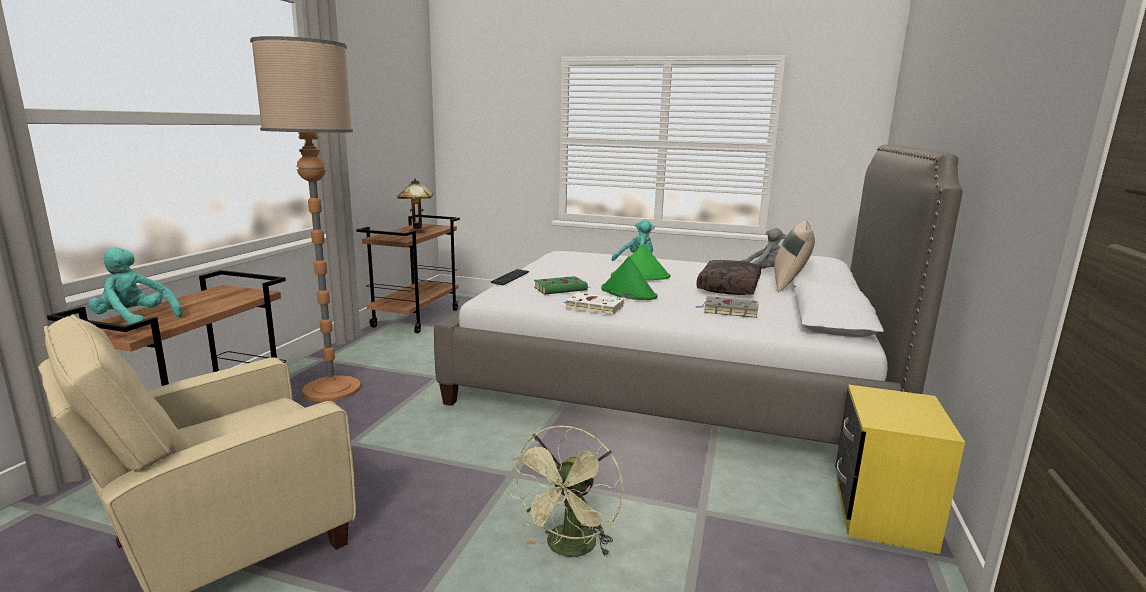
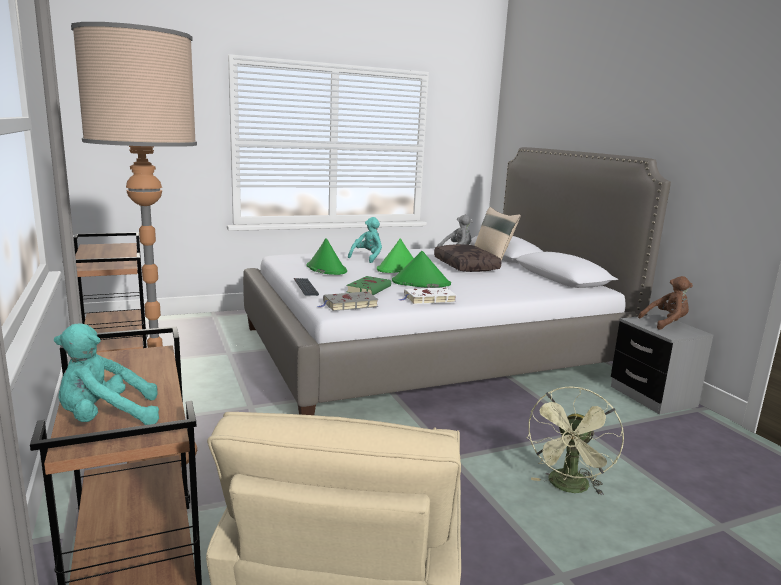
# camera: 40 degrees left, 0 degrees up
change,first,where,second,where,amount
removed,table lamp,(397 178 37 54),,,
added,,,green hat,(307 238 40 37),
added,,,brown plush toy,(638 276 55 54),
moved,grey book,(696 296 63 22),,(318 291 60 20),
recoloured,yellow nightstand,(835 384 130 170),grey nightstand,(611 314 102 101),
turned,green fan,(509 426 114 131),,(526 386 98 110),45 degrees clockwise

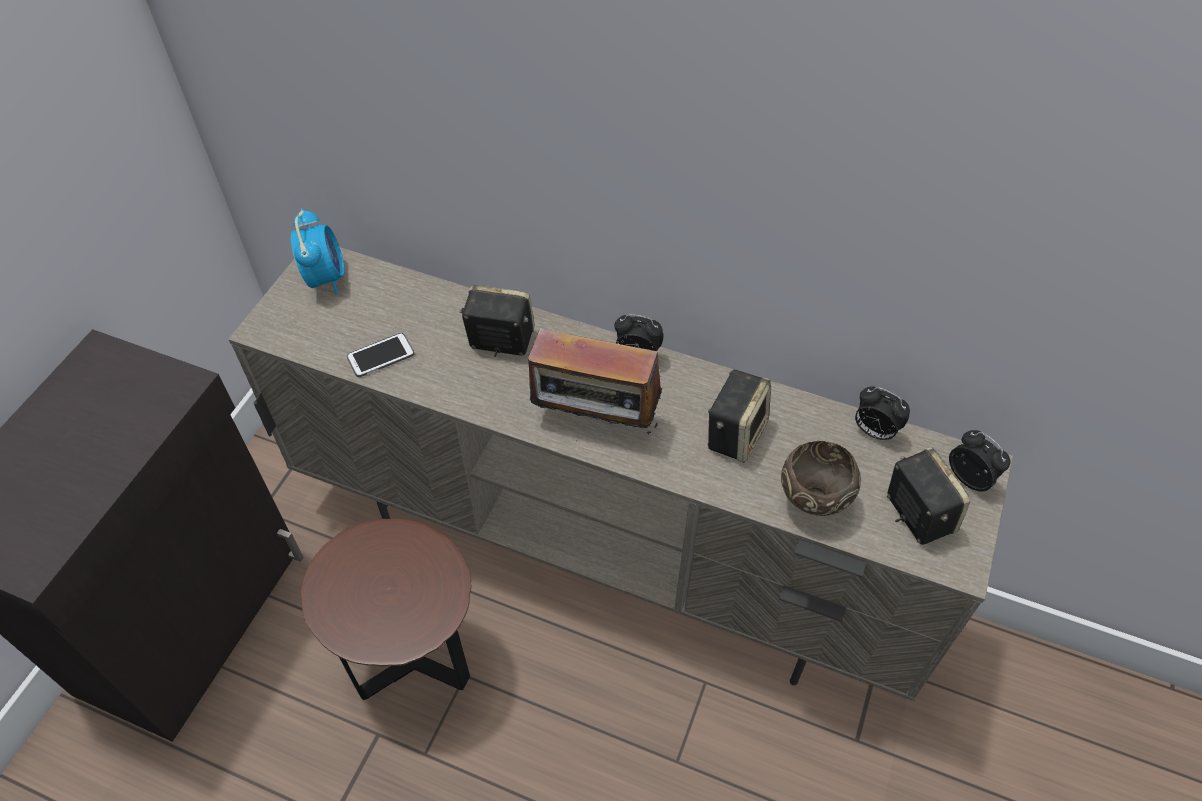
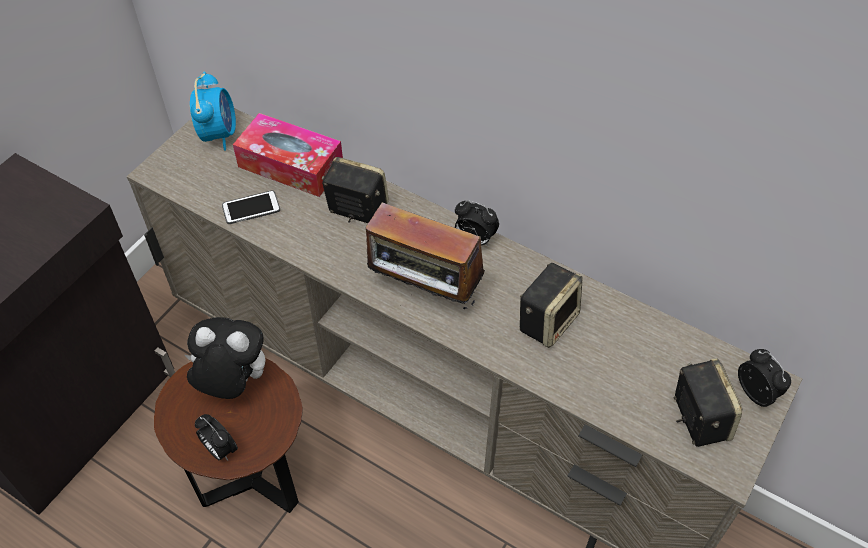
# camera: 10 degrees right, 0 degrees up
change,first,where,second,where,amount
removed,brown bowl,(781 441 80 75),,,
added,,,plush toy,(185 317 80 82),
added,,,tissue box,(233 113 110 84),
moved,alarm clock,(855 386 55 55),,(195 414 43 46),

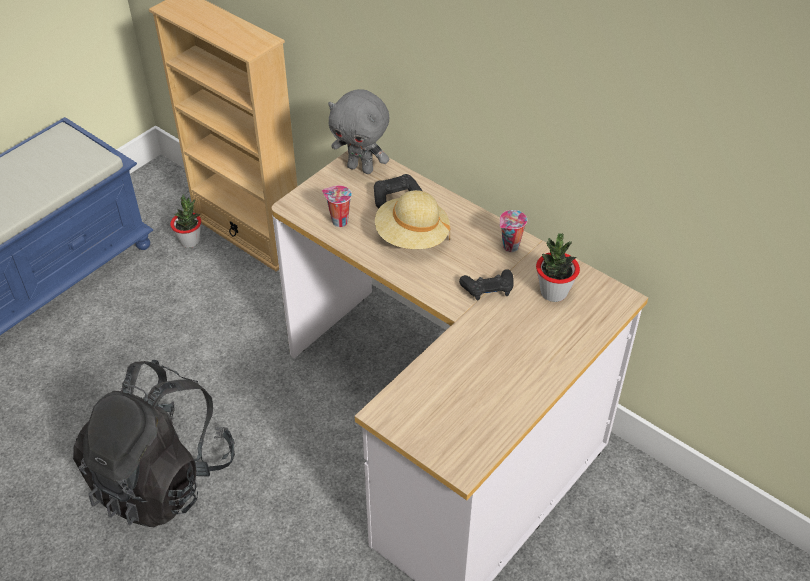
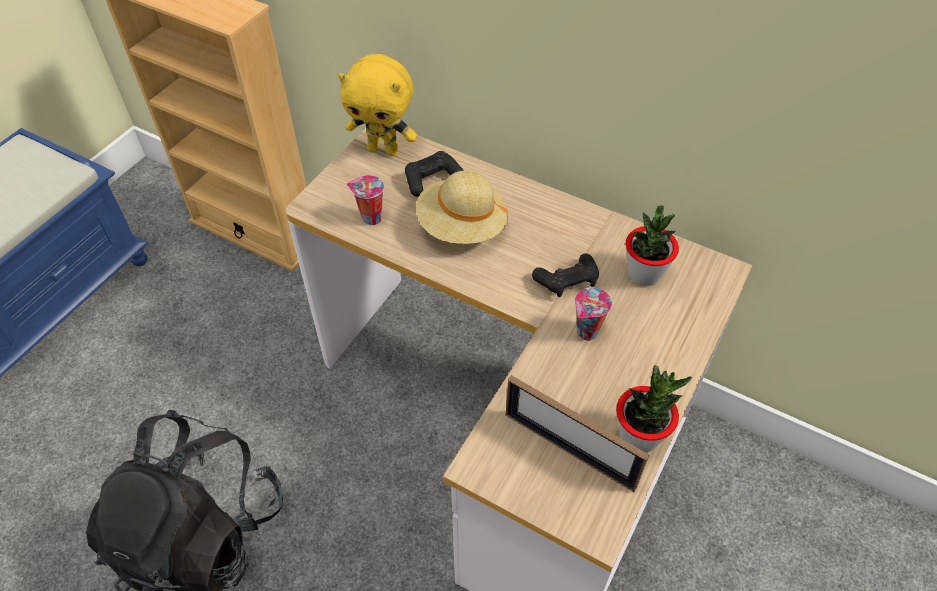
# camera: 10 degrees left, 5 degrees up
change,first,where,second,where,amount
added,,,picture frame,(506 375 143 117),
moved,potted plant,(170 195 31 53),,(616 365 76 88),
moved,cup,(500 210 27 42),,(575 287 37 54),
recoloured,grey plush toy,(328 89 61 85),yellow plush toy,(338 54 79 102),

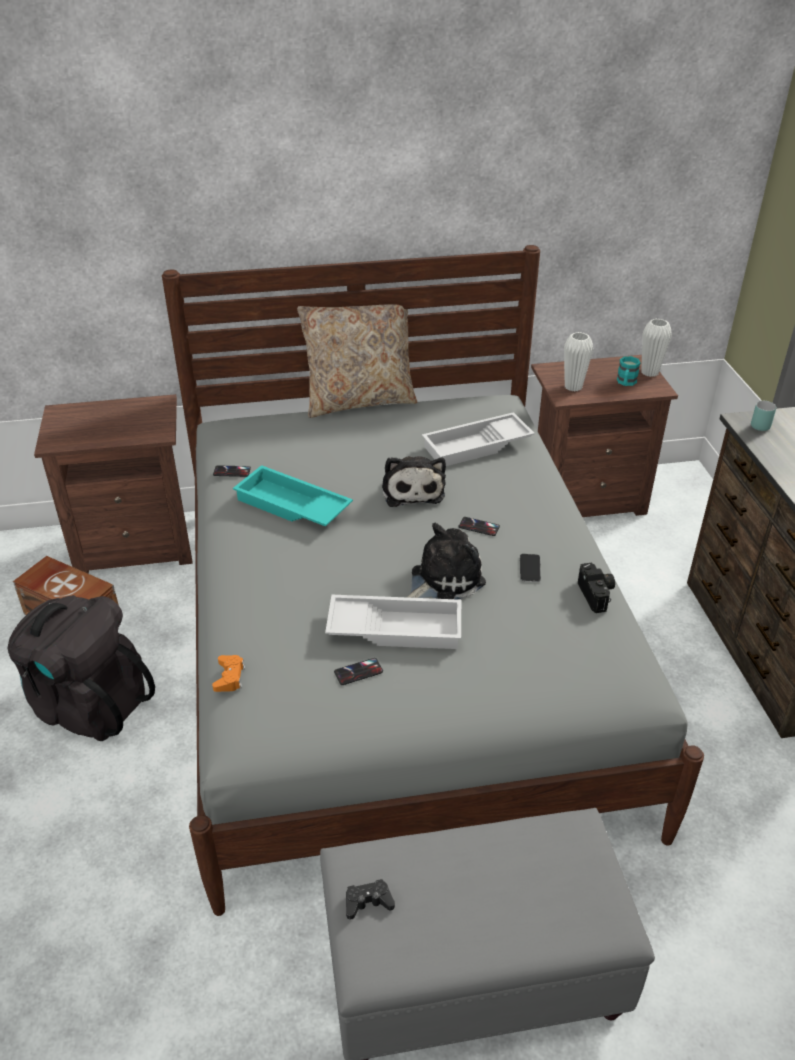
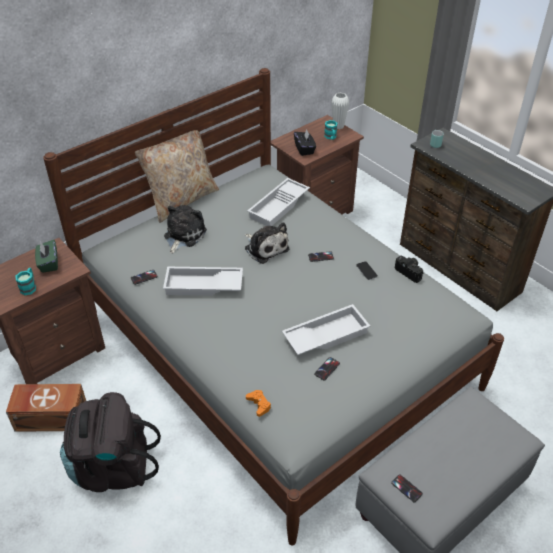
# camera: 30 degrees left, 5 degrees up
change,first,where,second,where,amount
added,,,turquoise mug,(16 268 20 27),
added,,,green tissue box,(35 240 23 33),
moved,plush toy,(407 523 79 77),,(164 205 43 49),
replaced,black game controller,(346 879 49 41),phone,(391 475 32 27),
replaced,white vase,(564 332 29 59),black tissue box,(294 129 22 27),
recoloured,turquoise tray,(233 465 120 62),white tray,(163 267 80 29),

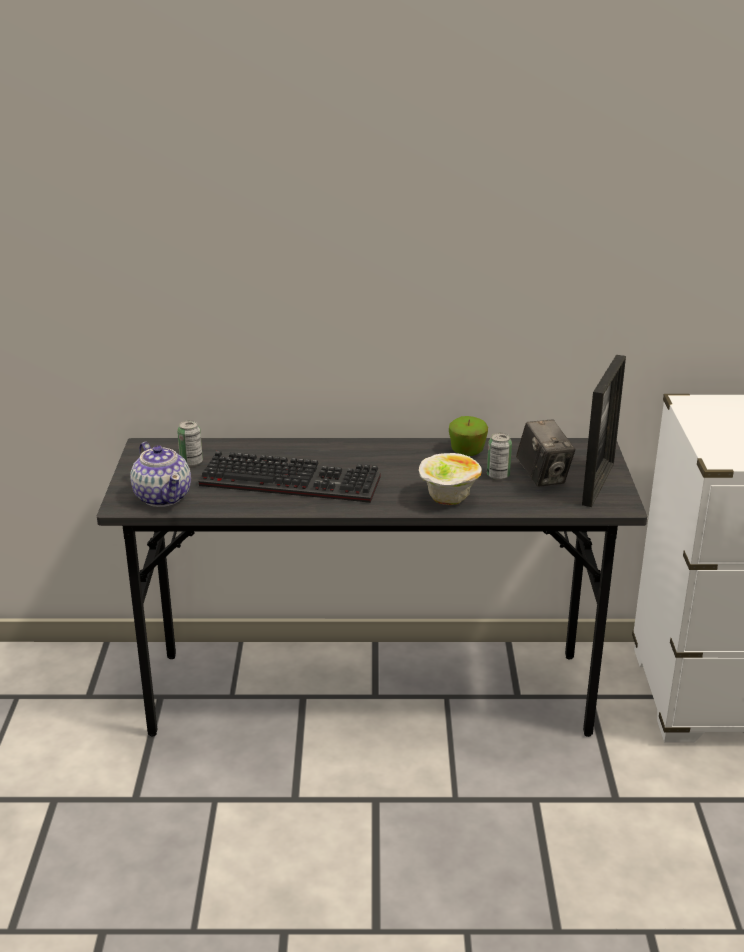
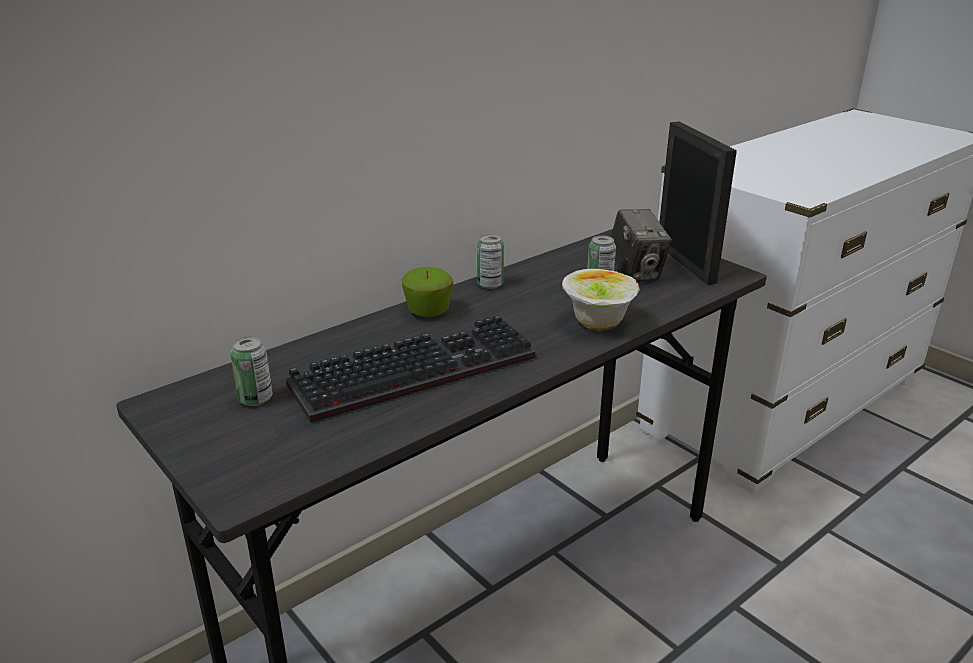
# camera: 40 degrees left, 0 degrees up
change,first,where,second,where,amount
removed,teapot,(130 442 61 65),,,
added,,,can,(477 234 27 55),
moved,apple,(449 416 39 40),,(402 267 51 50),
turned,photo camera,(516 419 59 68),,(611 209 61 73),45 degrees clockwise

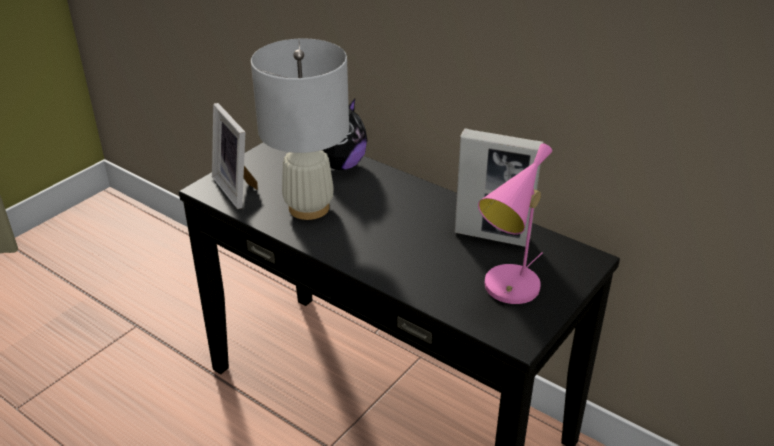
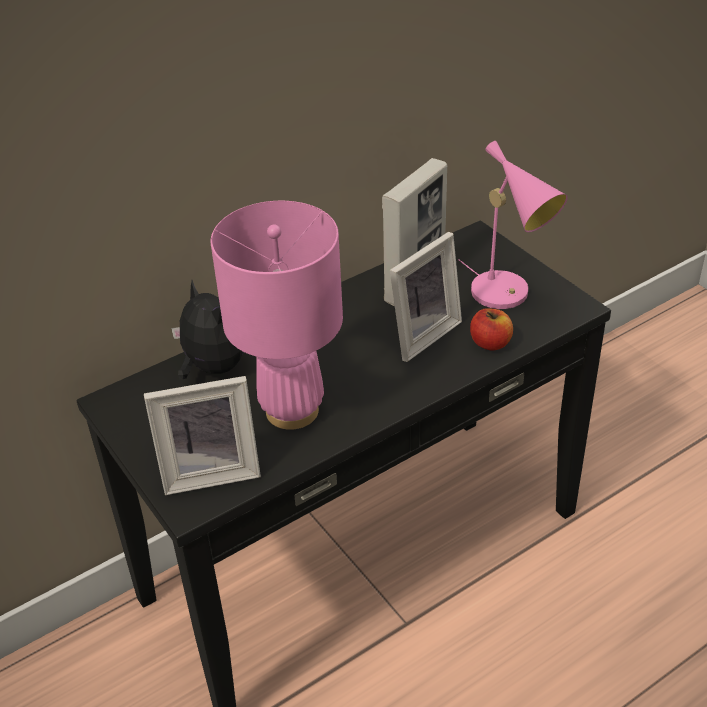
# camera: 70 degrees left, 5 degrees up
change,first,where,second,where,amount
added,,,picture frame,(390 232 72 130),
added,,,apple,(470 308 43 42),
recoloured,white table lamp,(251 39 98 181),pink table lamp,(210 201 133 229),

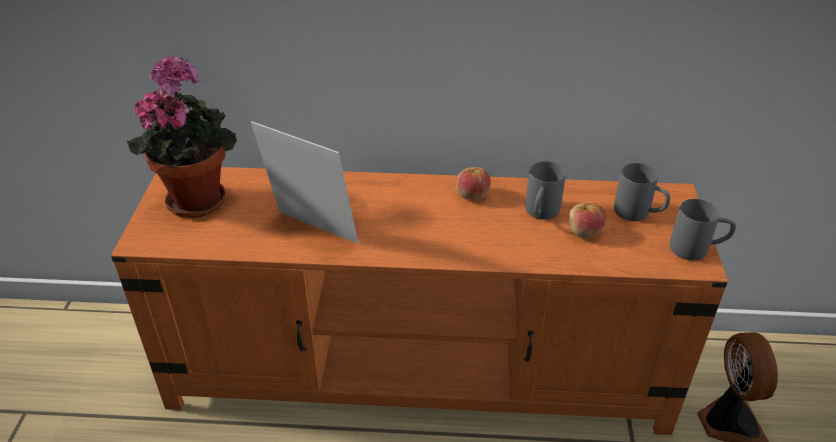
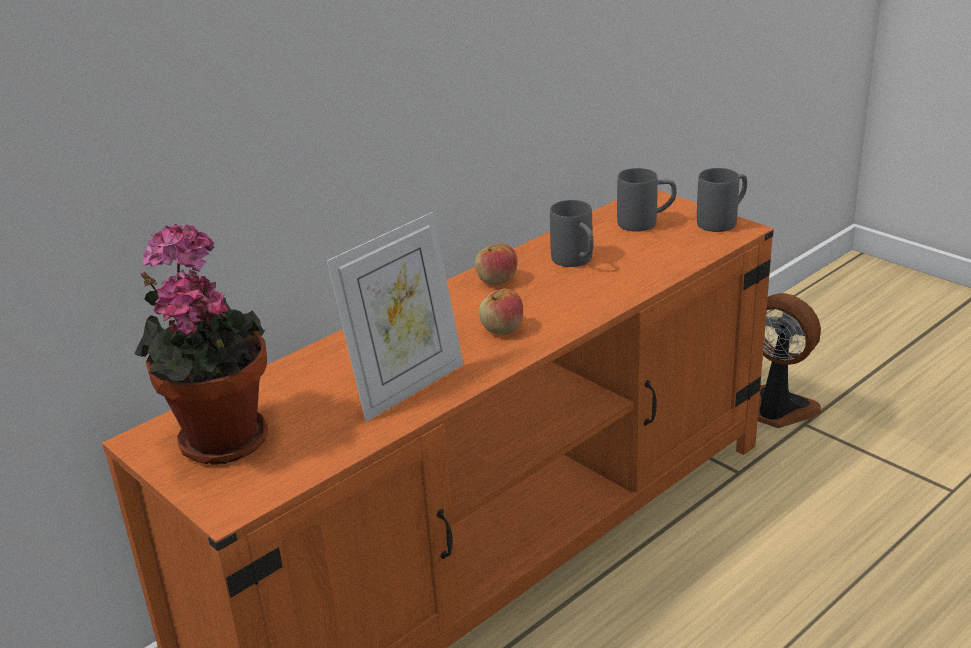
# camera: 45 degrees left, 10 degrees down
change,first,where,second,where,amount
moved,apple,(568 202 38 36),,(479 288 44 47),
turned,picture frame,(251 121 107 123),,(327 212 136 210),150 degrees clockwise

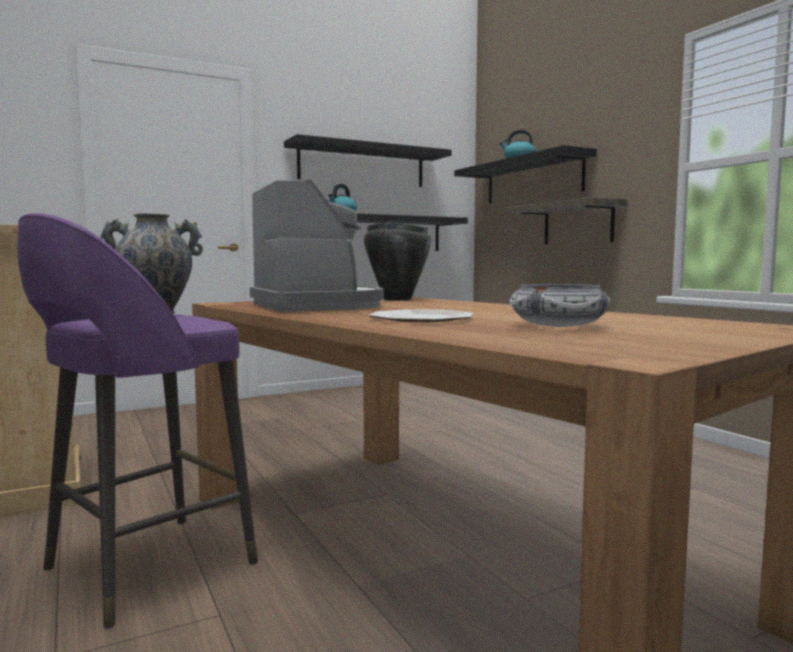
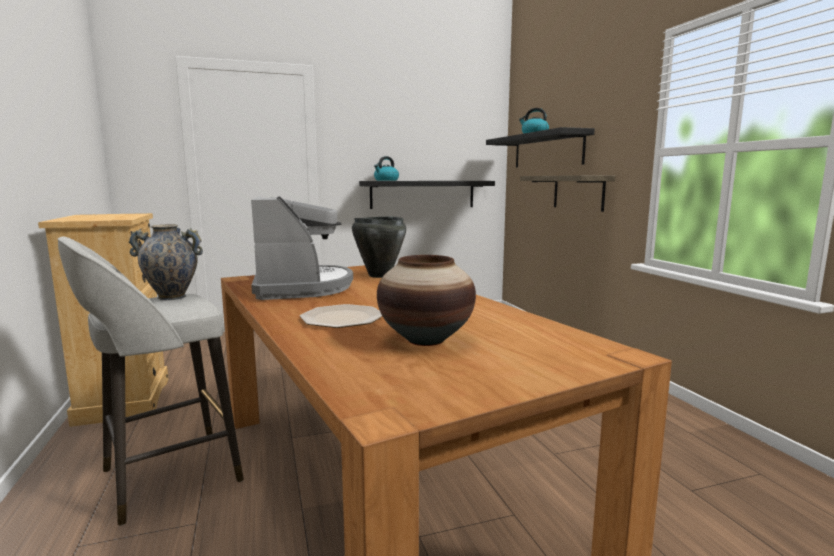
# camera: 10 degrees right, 5 degrees up
change,first,where,second,where,amount
removed,black shelf,(284 134 167 53),,,
replaced,bowl,(510 284 101 43),vase,(377 255 99 91),
recoloured,purple stool,(17 213 241 416),grey stool,(58 237 186 289),

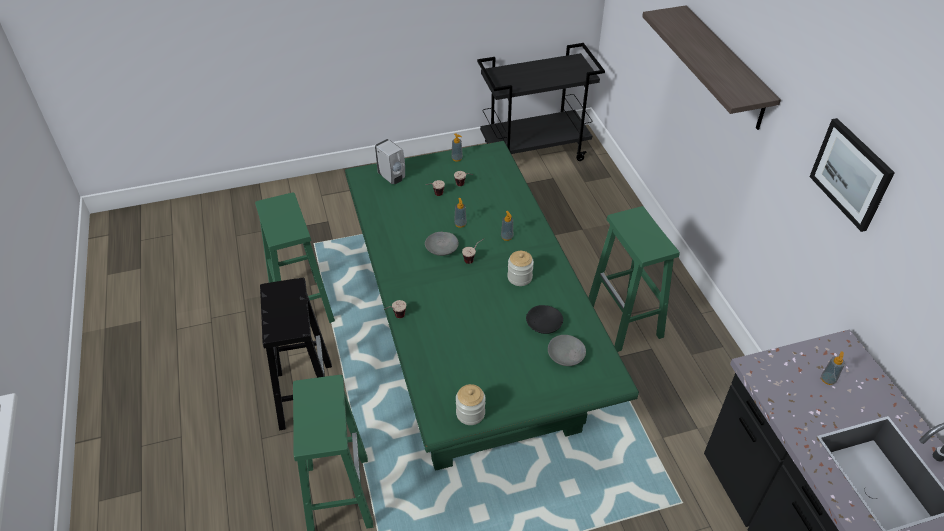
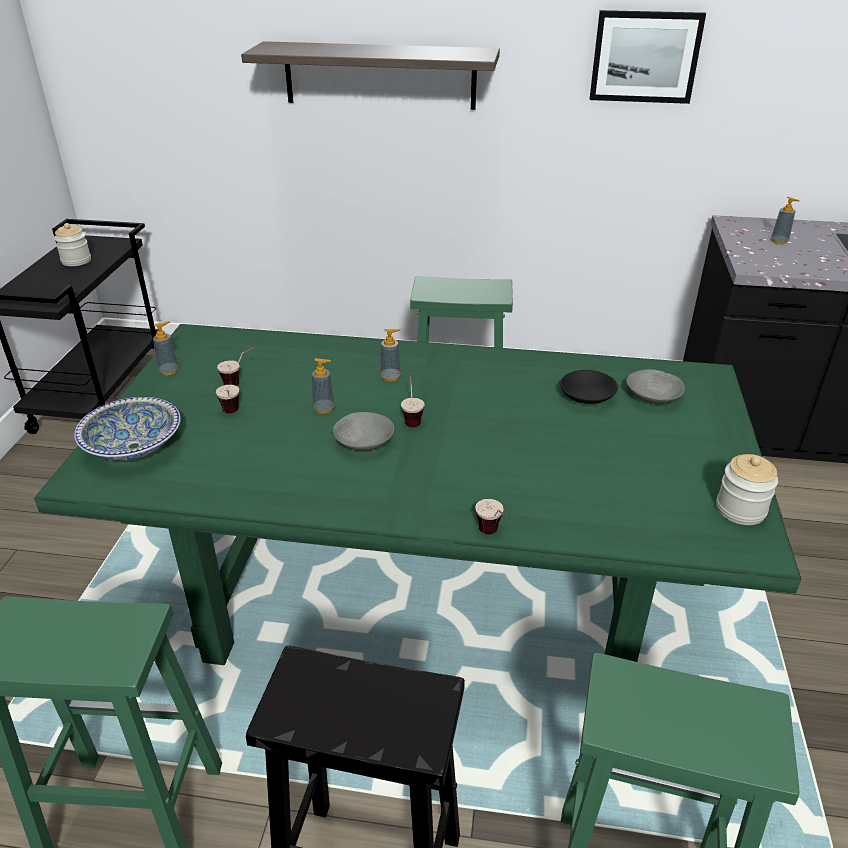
# camera: 65 degrees left, 10 degrees down
change,first,where,second,where,amount
moved,jar,(507 251 27 35),,(54 223 37 43),
replaced,white soap dispenser,(375 139 30 45),bowl,(74 397 107 64),

